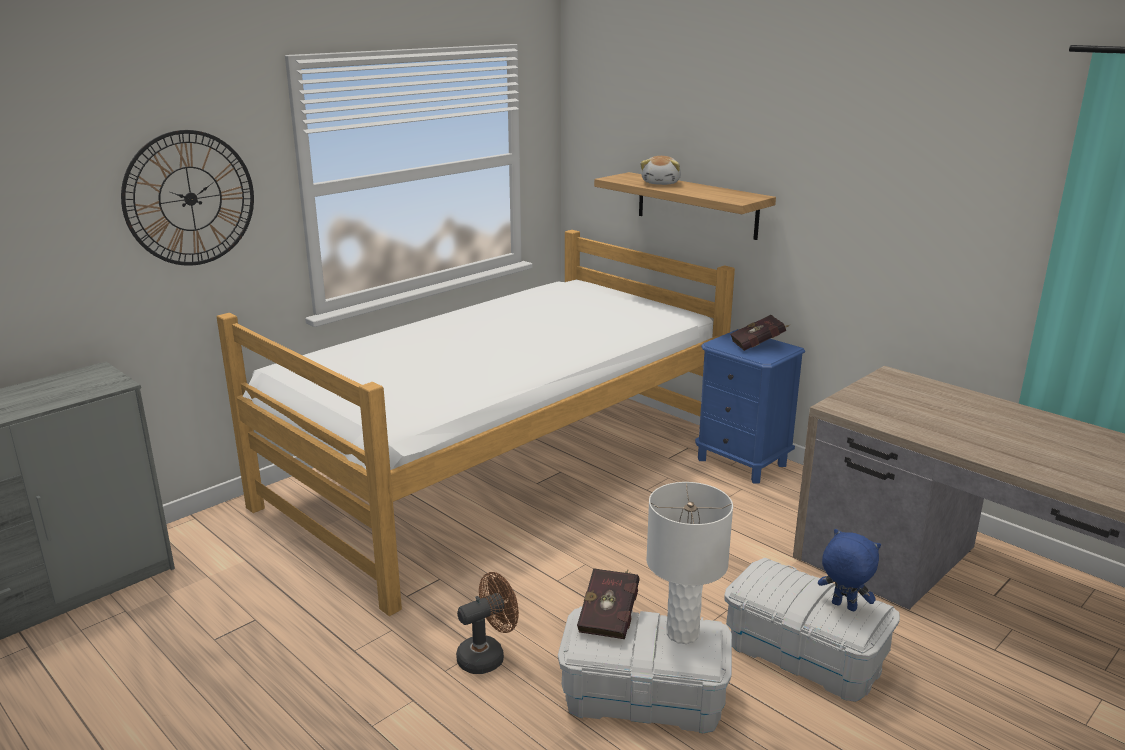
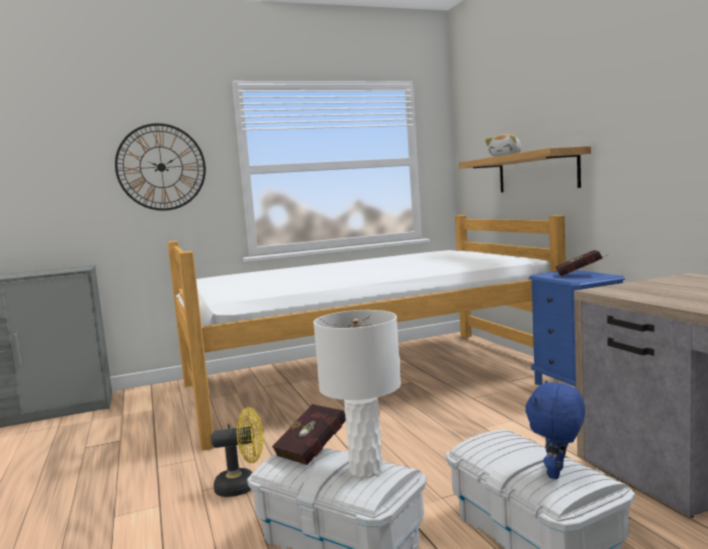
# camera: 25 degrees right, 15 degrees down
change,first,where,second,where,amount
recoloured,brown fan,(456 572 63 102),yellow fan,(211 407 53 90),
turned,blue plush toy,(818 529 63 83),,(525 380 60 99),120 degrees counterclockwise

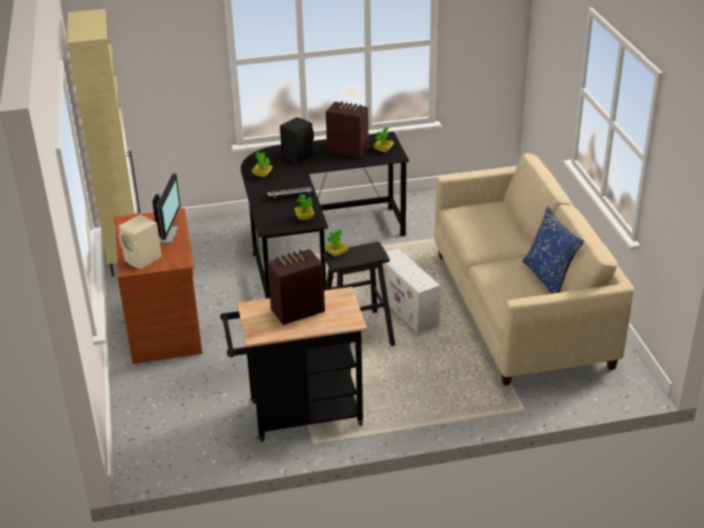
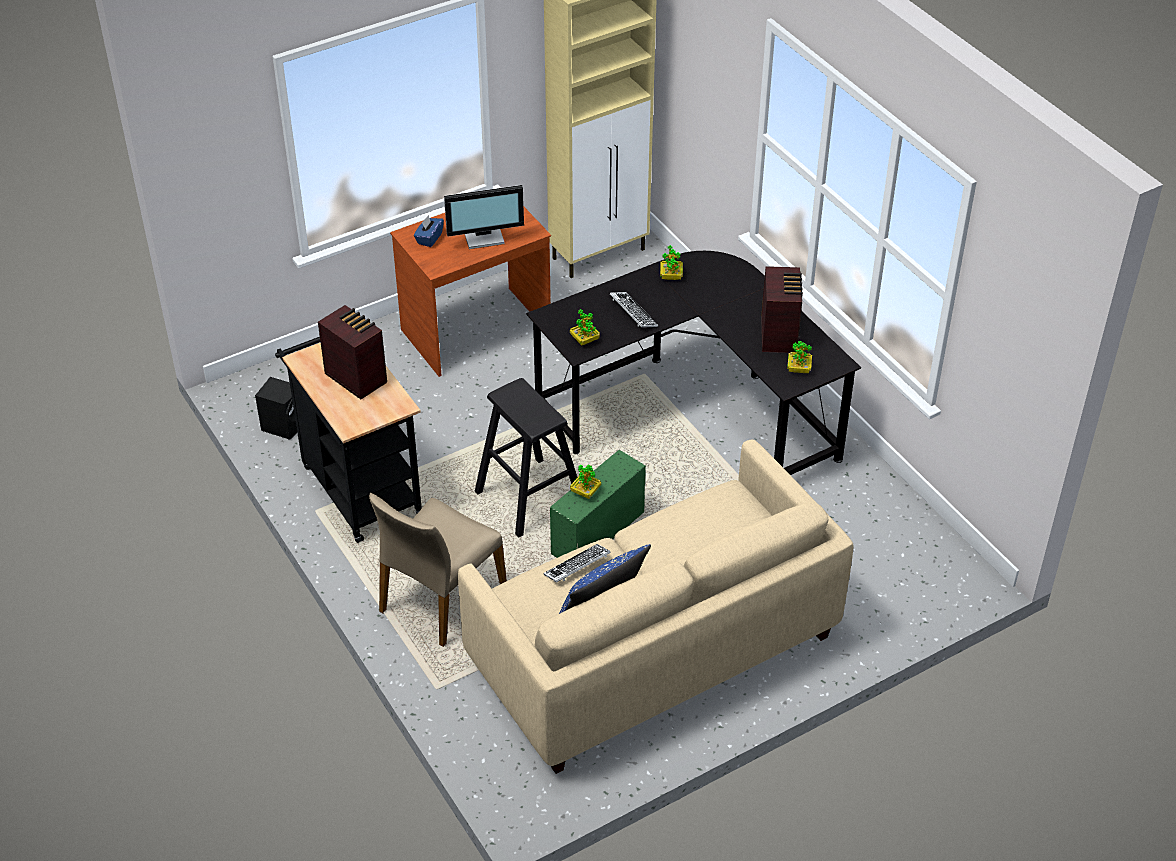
# camera: 70 degrees right, 10 degrees up
change,first,where,second,where,amount
added,,,beige chair,(369 493 138 154),
added,,,keyboard,(544 544 67 39),
moved,black speaker,(280 117 34 46),,(255 377 42 63),
moved,potted plant,(324 229 24 28),,(570 465 31 34),
replaced,beige speaker,(119 214 43 55),blue tissue box,(414 215 30 32),
recoloured,white storage box,(378 248 62 86),green storage box,(550 450 96 108),

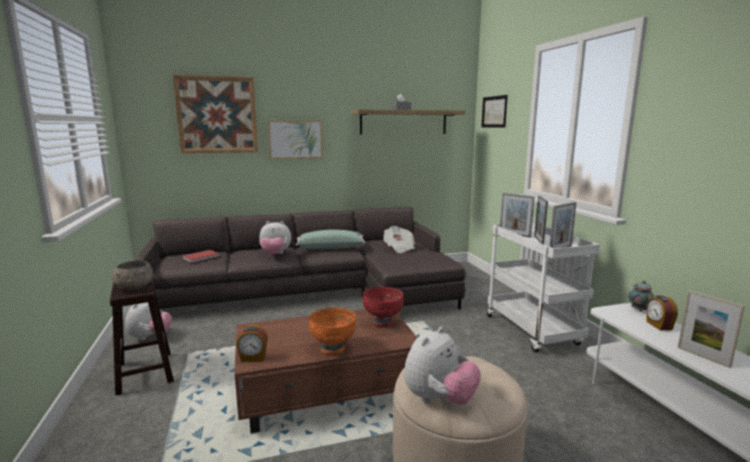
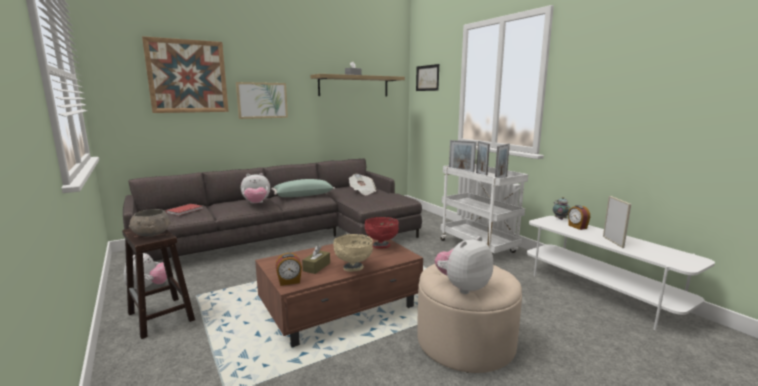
# camera: 15 degrees left, 0 degrees up
change,first,where,second,where,amount
added,,,brown tissue box,(302 245 28 29),
recoloured,orange bowl,(309 307 47 47),beige bowl,(333 234 40 38),
turned,plush toy,(404 327 77 78),,(435 236 58 58),150 degrees counterclockwise
turned,picture frame,(678 290 67 78),,(603 196 28 52),135 degrees counterclockwise

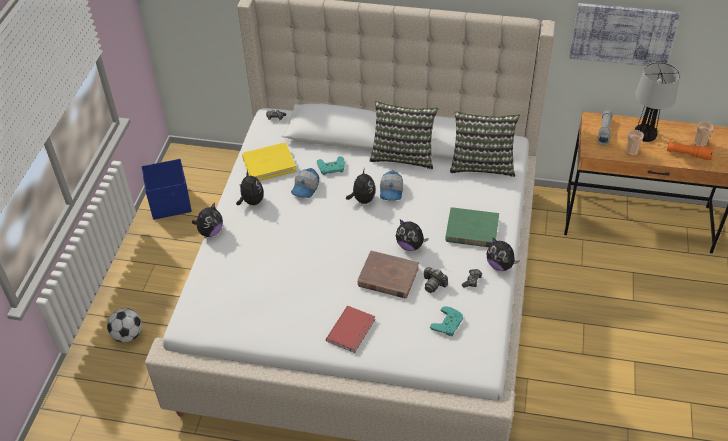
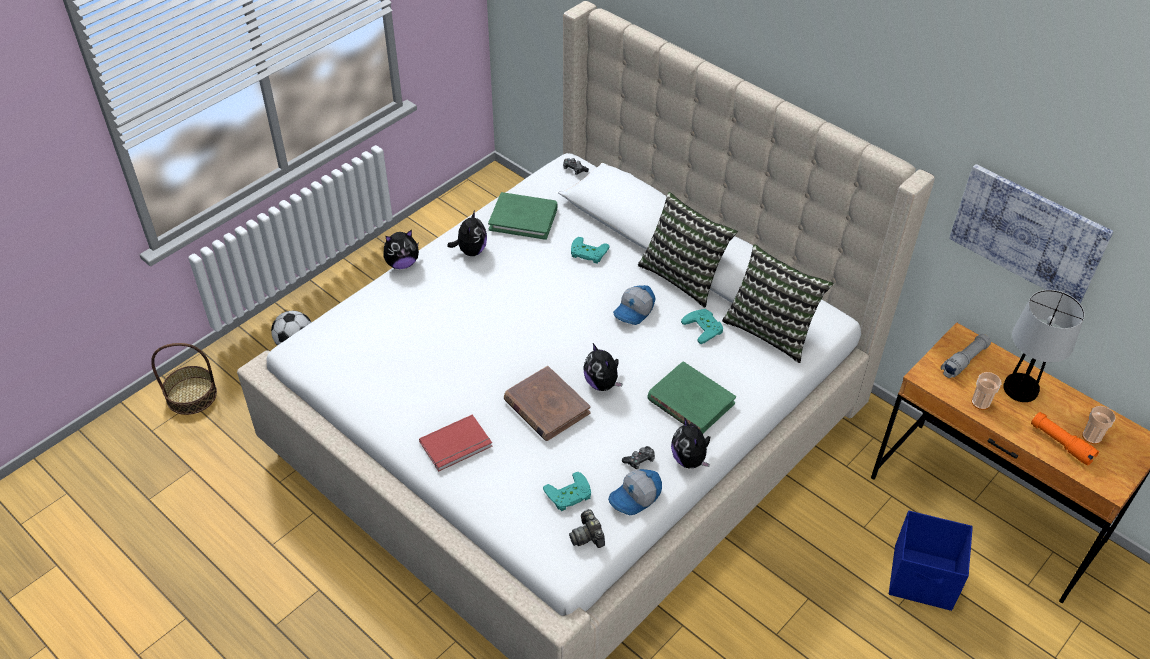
# camera: 30 degrees right, 0 degrees up
change,first,where,second,where,amount
removed,plush toy,(346 168 30 36),,,
added,,,basket,(151 343 66 72),
added,,,turquoise game controller,(681 309 42 35),
moved,blue storage box,(142 159 50 61),,(889 511 84 100),
moved,cap,(291 168 28 30),,(608 469 54 47),
moved,photo camera,(424 267 24 26),,(569 509 36 39),
recoloured,yellow book,(242 143 54 38),green book,(488 192 70 48),

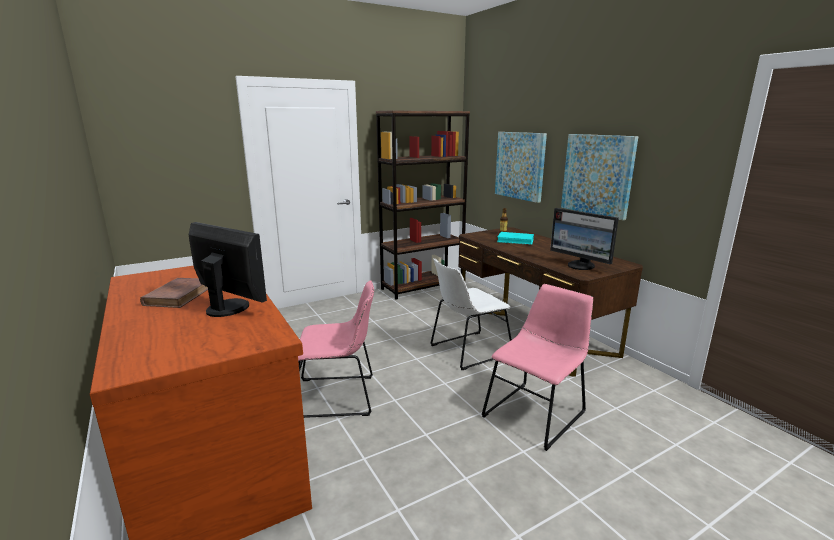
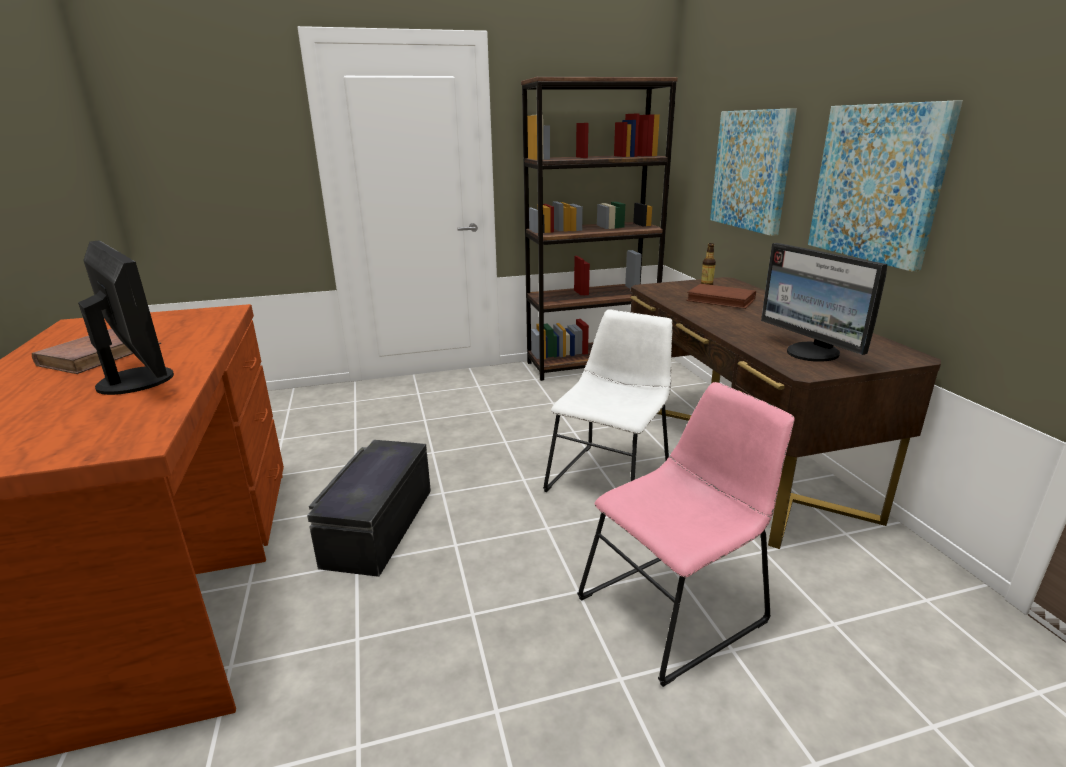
# camera: 15 degrees right, 5 degrees up
change,first,where,second,where,amount
replaced,pink chair,(298 280 76 138),black storage box,(307 440 124 137),
recoloured,turquoise book,(497 232 37 13),brown book,(686 284 70 25),
turned,white chair,(431 258 81 112),,(543 309 129 183),135 degrees clockwise

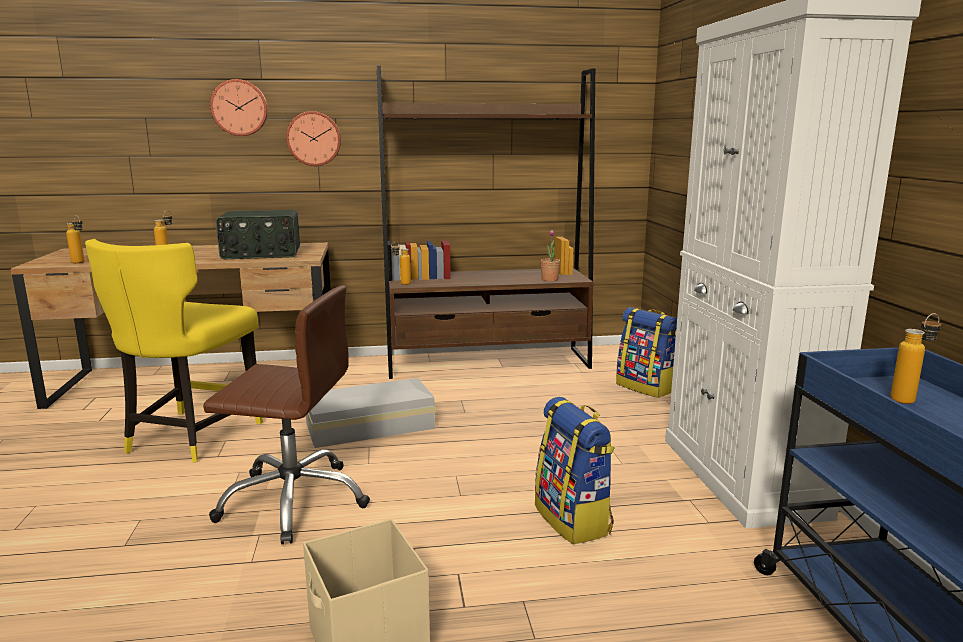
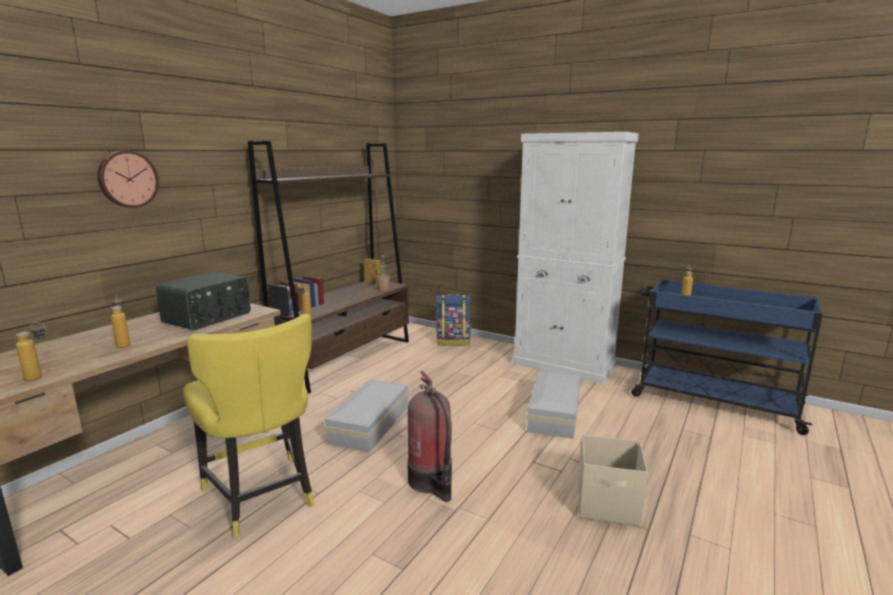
# camera: 50 degrees left, 0 degrees up
change,first,where,second,where,amount
removed,wall clock,(286 111 55 55),,,
replaced,brown office chair,(203 285 167 259),fire extinguisher,(407 371 45 131),
replaced,backpack,(535 397 79 147),white storage box,(526 371 54 68),

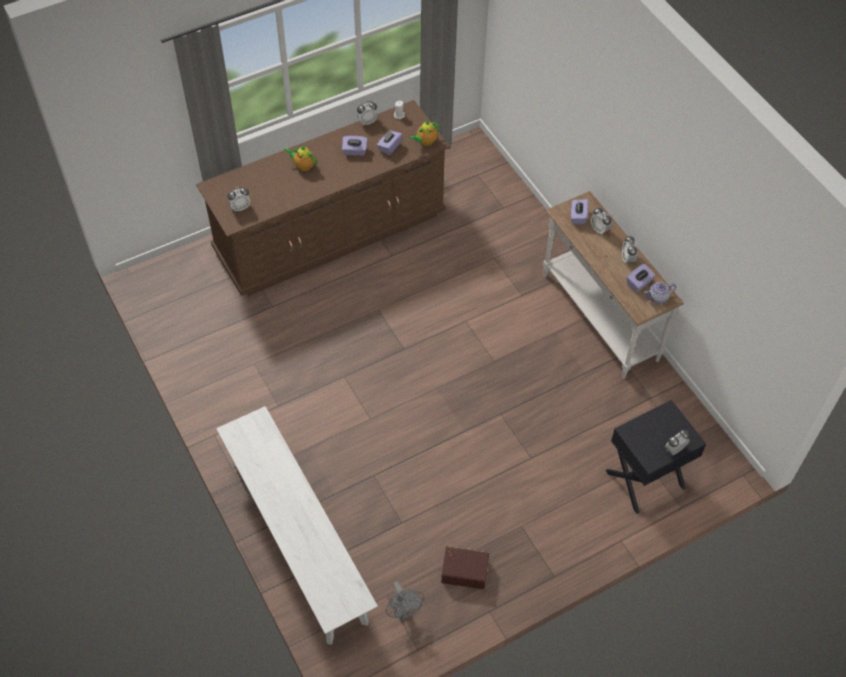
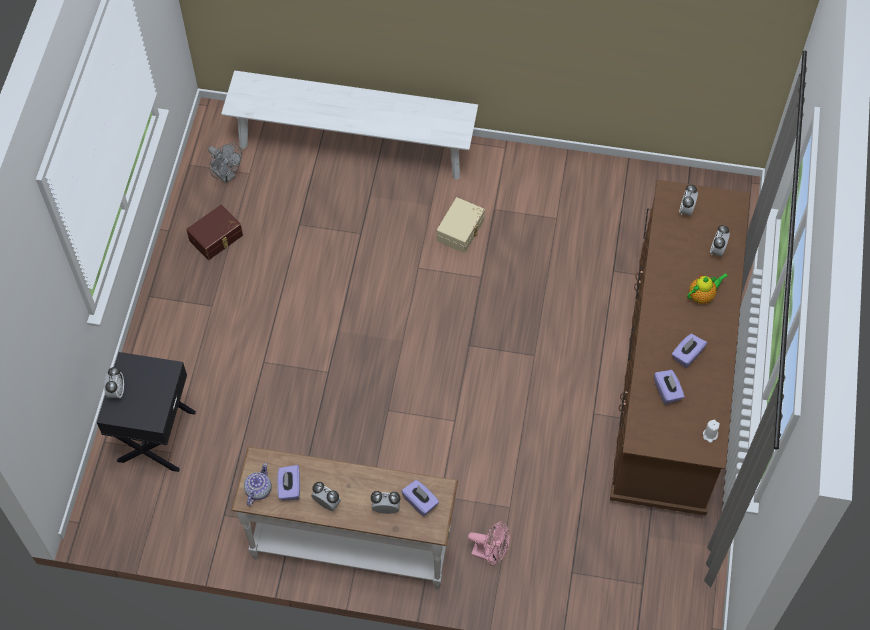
# camera: 130 degrees right, 5 degrees up
change,first,where,second,where,amount
removed,teapot,(409 121 30 25),,,
added,,,beige storage box,(437 197 48 56),
added,,,pink fan,(468 521 42 45),
moved,alarm clock,(357 101 21 24),,(710 225 20 32),
turned,grey fan,(386 581 38 39),,(208 143 34 41),150 degrees counterclockwise

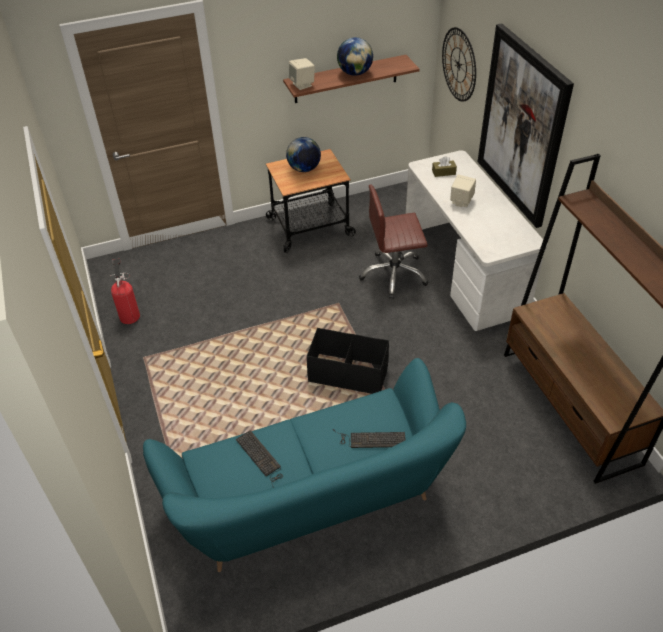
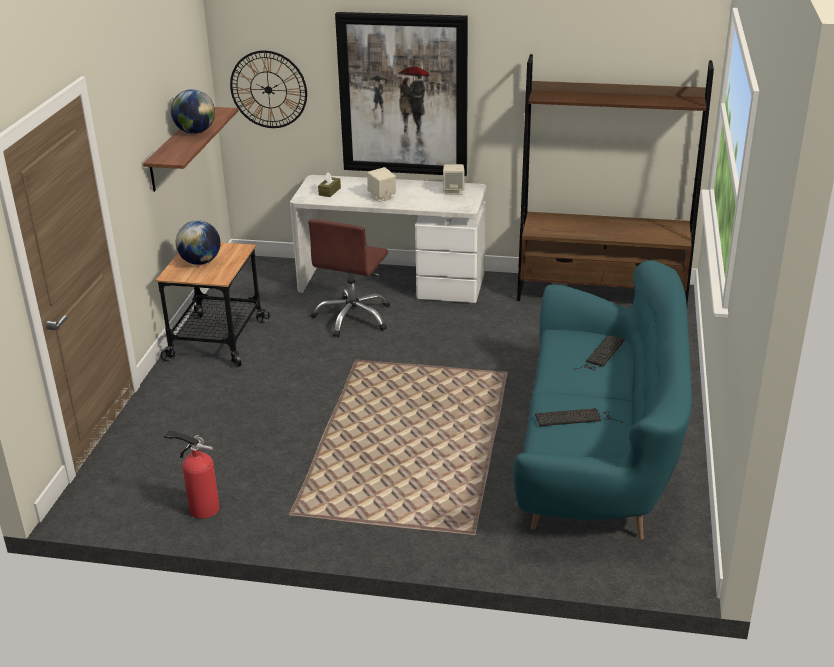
# camera: 60 degrees left, 15 degrees down
change,first,where,second,where,amount
removed,black storage box,(307 328 82 66),,,
moved,beige speaker,(289 58 26 32),,(443 164 21 31),

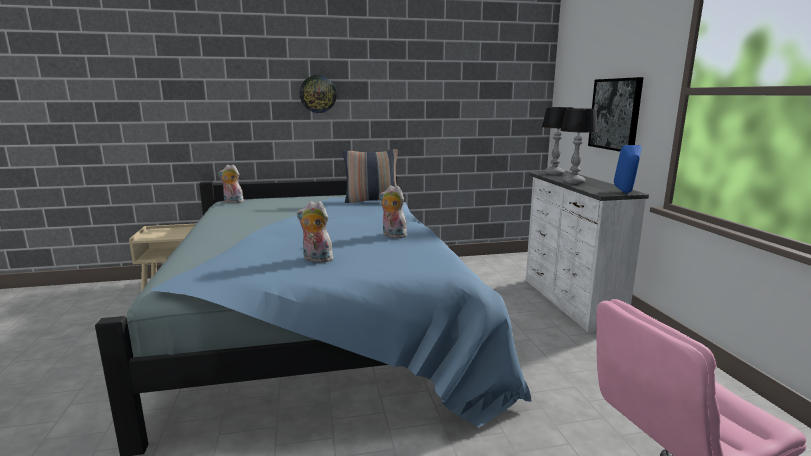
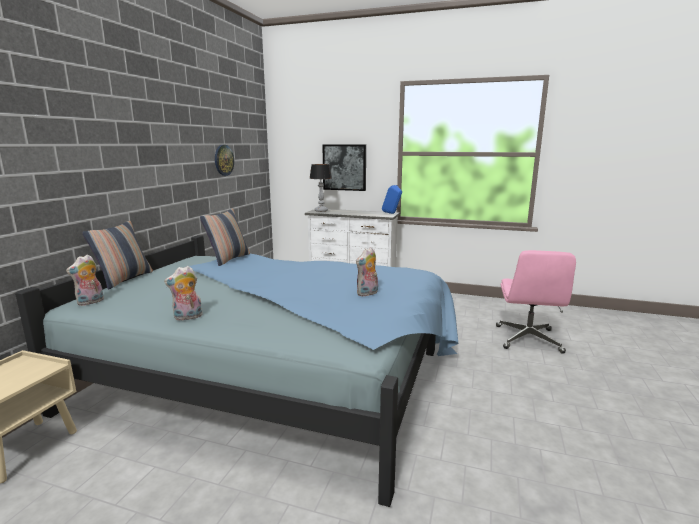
# camera: 60 degrees left, 0 degrees up
change,first,where,second,where,amount
removed,table lamp,(560 108 38 76),,,
added,,,pillow,(82 221 71 69),
moved,wall clock,(300 75 37 38),,(215 145 19 31),
moved,plush toy,(379 185 28 53),,(164 266 39 55),

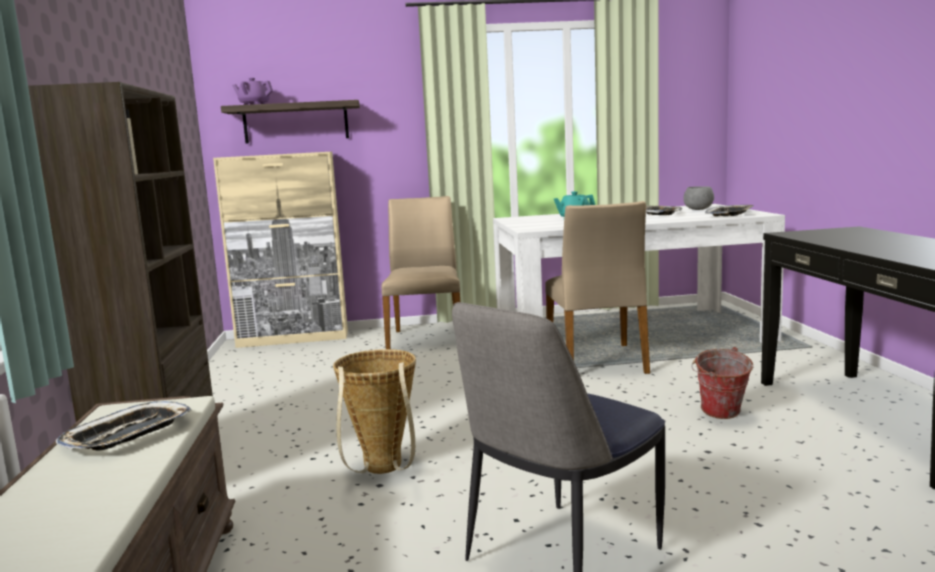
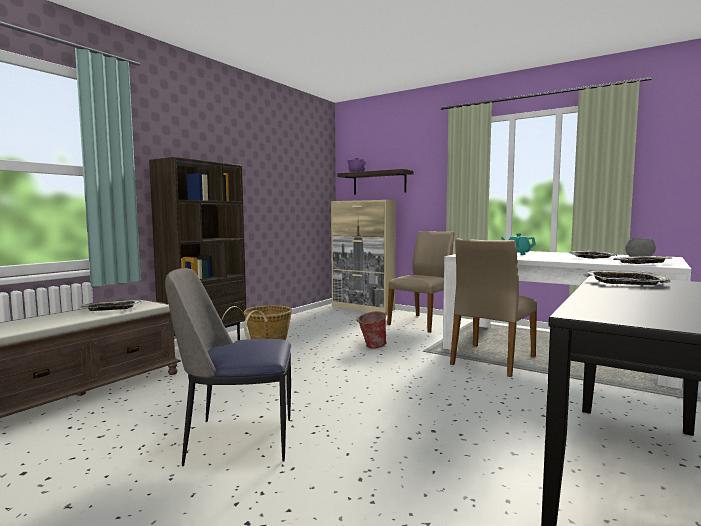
# camera: 40 degrees right, 5 degrees down
change,first,where,second,where,amount
added,,,tray,(583 270 88 15),
moved,bucket,(692 347 61 72),,(356 312 31 37),

